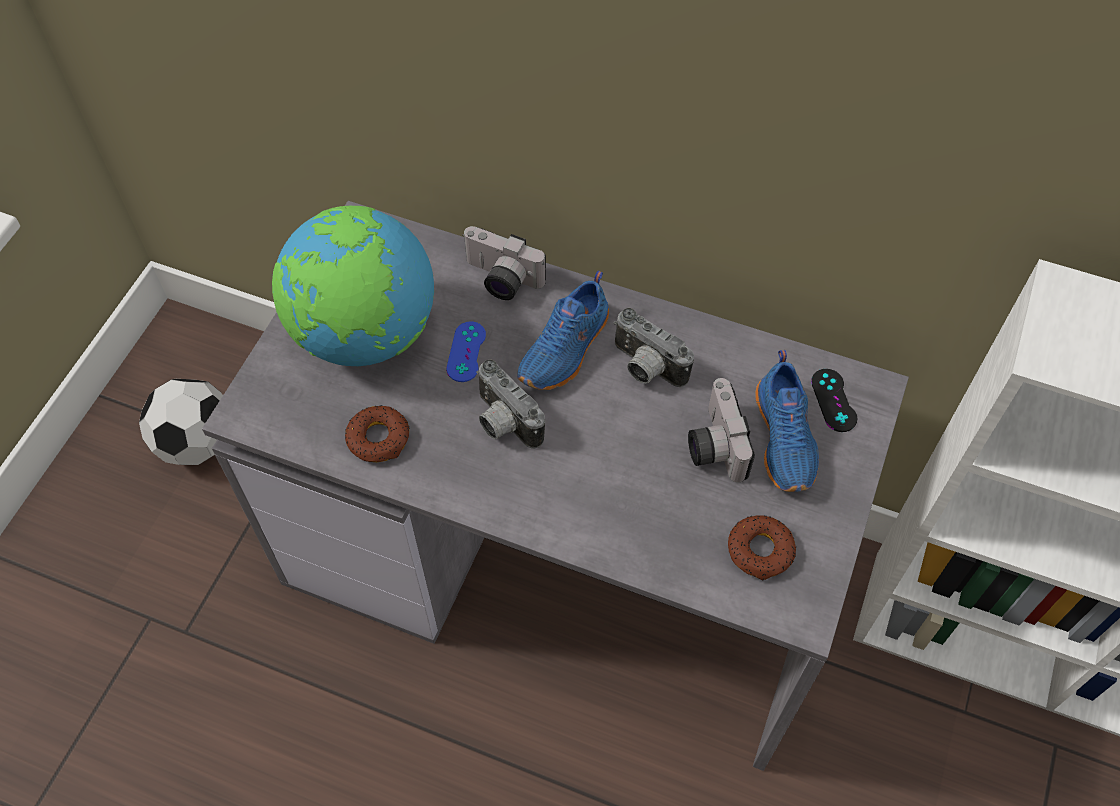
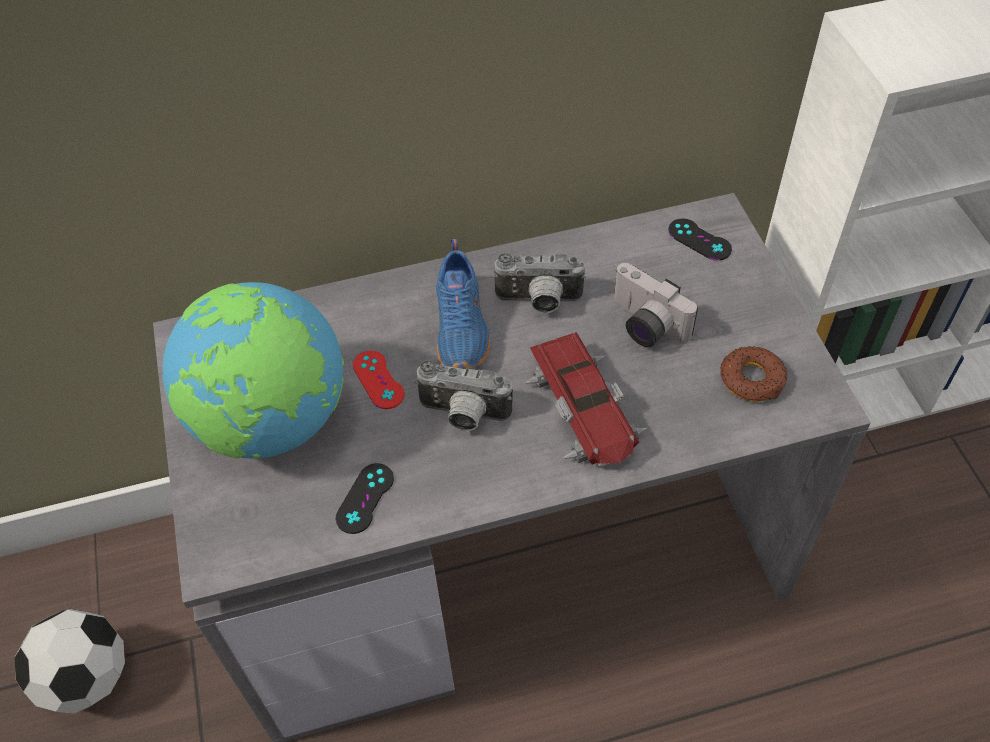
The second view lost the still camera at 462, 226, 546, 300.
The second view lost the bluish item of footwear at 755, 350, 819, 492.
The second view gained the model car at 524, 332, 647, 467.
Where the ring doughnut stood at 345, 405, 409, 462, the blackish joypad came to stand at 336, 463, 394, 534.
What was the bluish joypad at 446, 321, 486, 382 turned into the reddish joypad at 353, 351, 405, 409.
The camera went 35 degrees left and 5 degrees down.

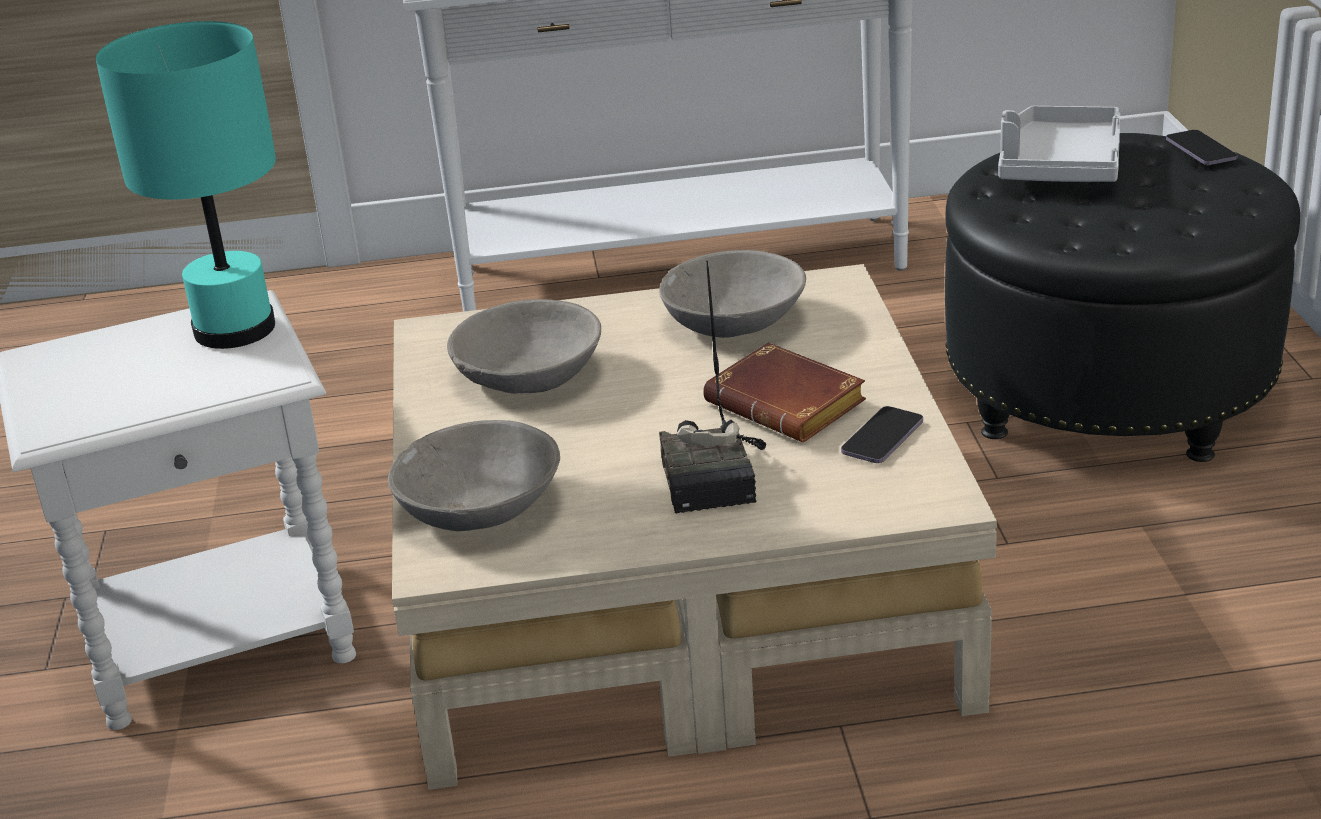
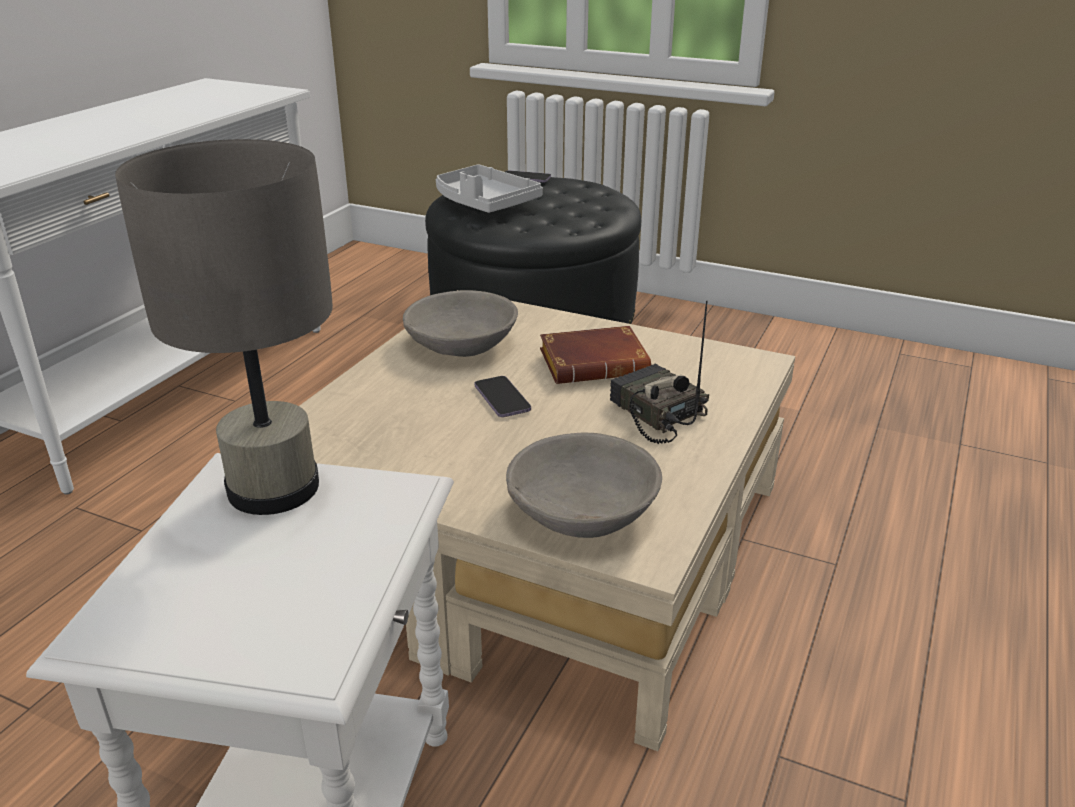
The second view lost the greyish serving bowl at 447, 299, 601, 394.
The telephone ended up elsewhere, having gone from 841, 406, 923, 463 to 475, 376, 531, 417.
What was the turquoise-coloured table lamp at 96, 21, 276, 349 turned into the greyish table lamp at 115, 139, 333, 515.
The radio receiver at 659, 260, 766, 514 ended up facing another way, 150 degrees counterclockwise from before.
The camera went 60 degrees left and 0 degrees up.

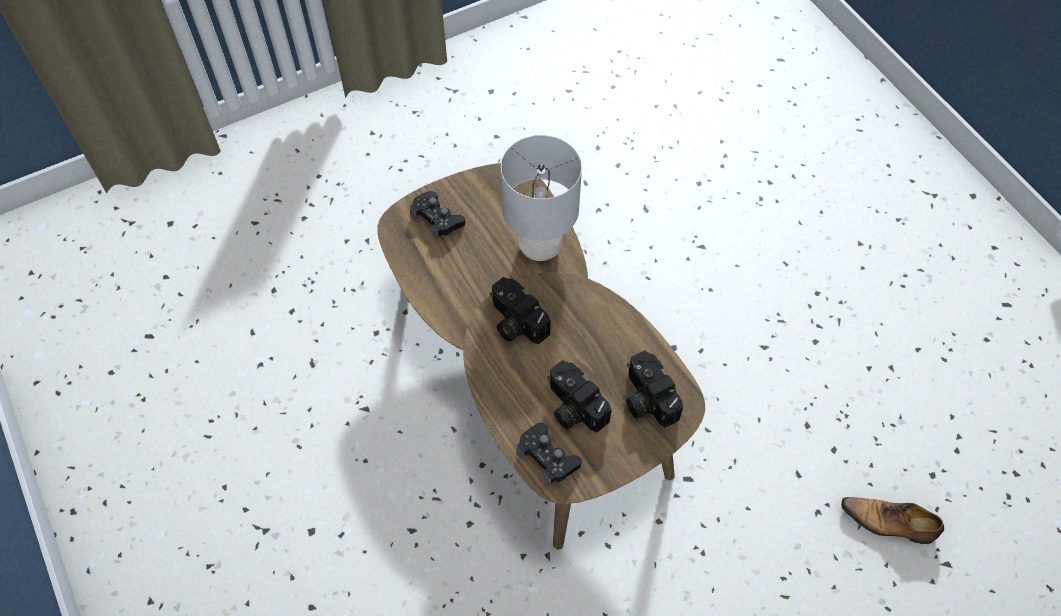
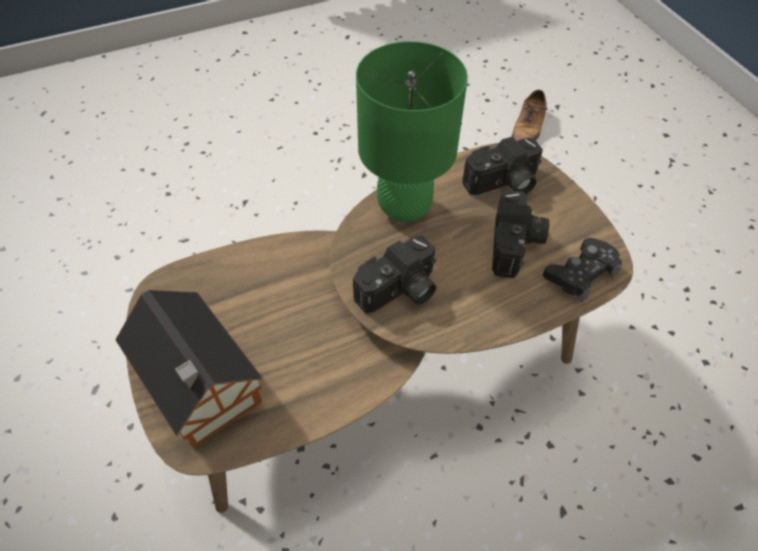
The second view lost the greyish table lamp at 501, 135, 582, 261.
The second view gained the green-coloured table lamp at 356, 41, 468, 222.
Where the blackish joypad stood at 410, 191, 465, 240, the toy house came to stand at 115, 290, 263, 448.
The still camera at 547, 360, 611, 432 ended up facing another way, 45 degrees counterclockwise from before.
The camera went 85 degrees left and 5 degrees down.

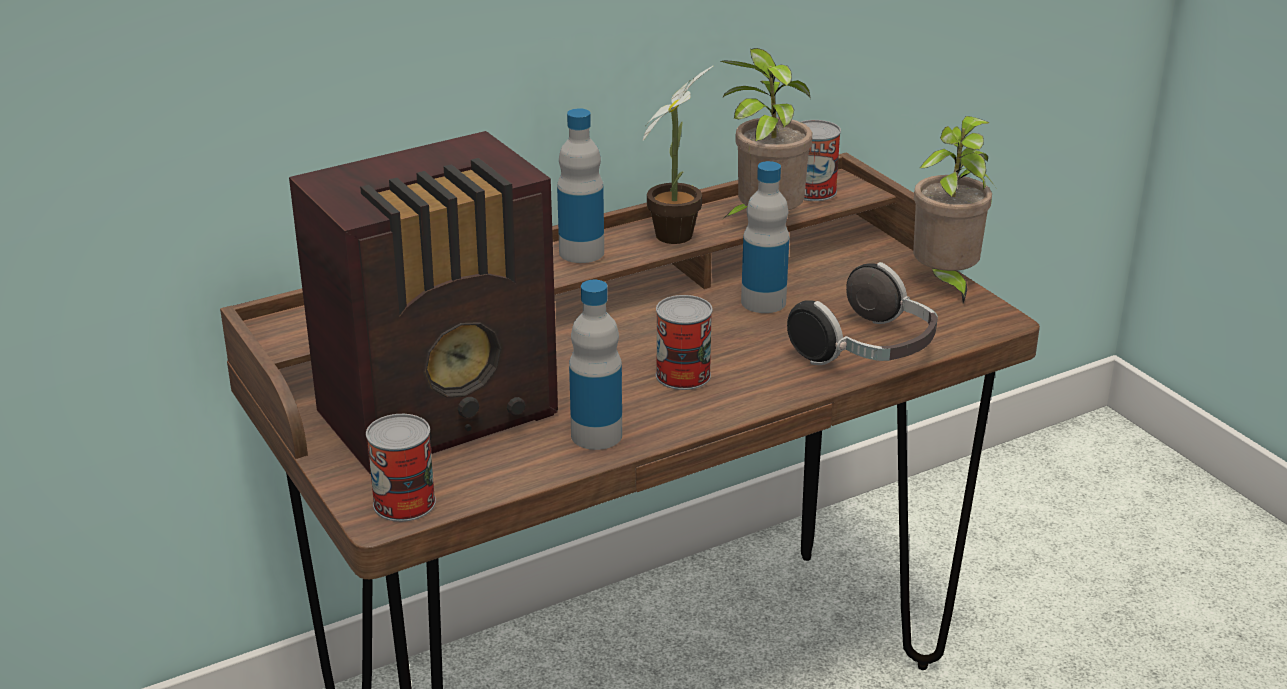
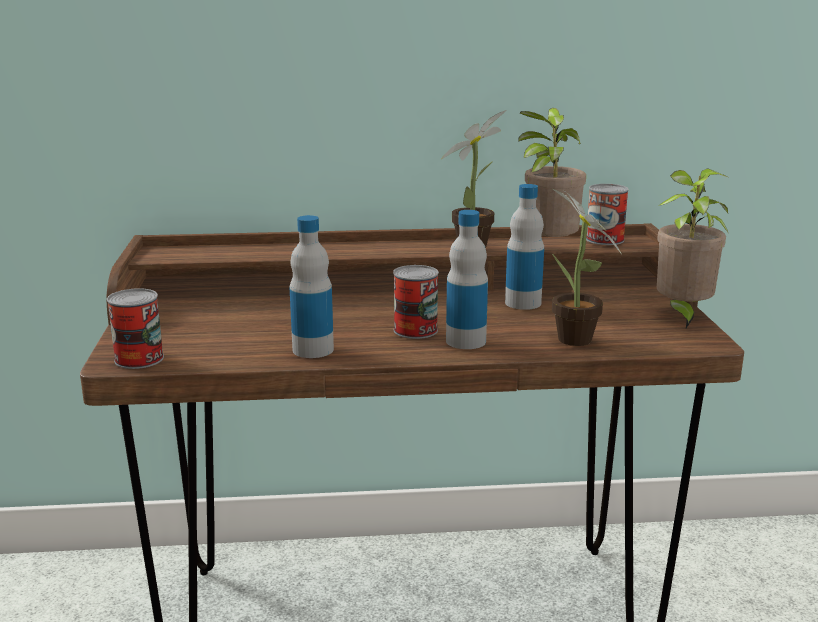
The second view lost the radio receiver at 289, 131, 558, 474.
The bottle ended up elsewhere, having gone from 557, 108, 604, 263 to 446, 210, 488, 349.
Where the headset stood at 787, 262, 938, 365, the plant in a pot came to stand at 552, 189, 622, 346.
The camera went 25 degrees right and 10 degrees down.

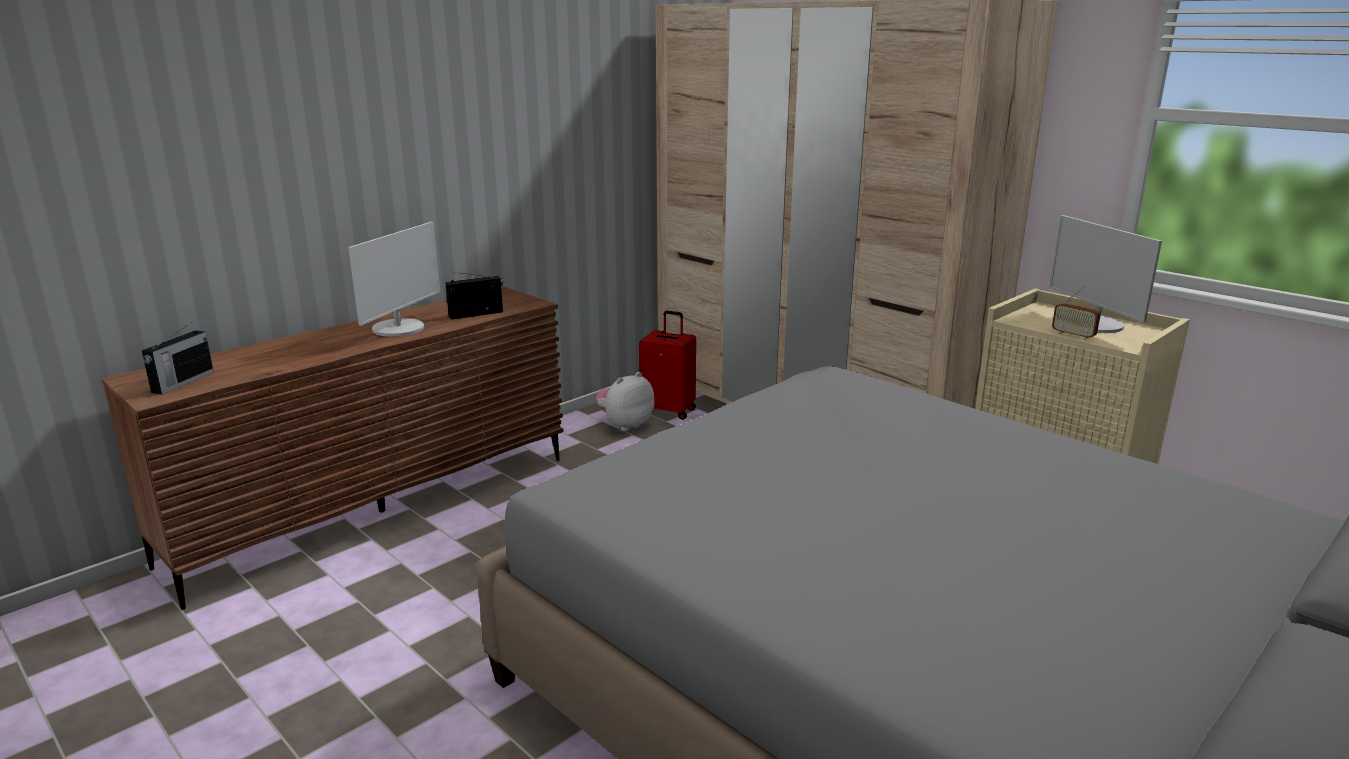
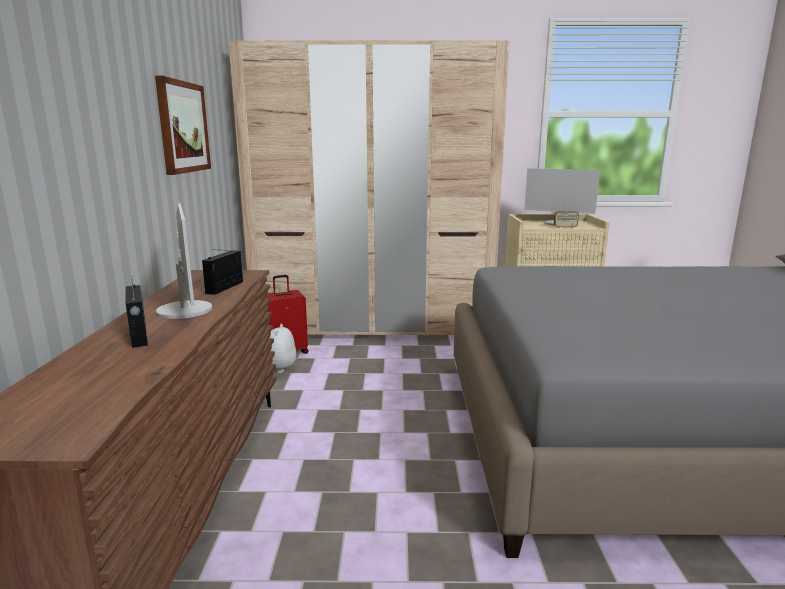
The second view gained the wall picture at 155, 75, 211, 175.
The radio receiver ended up elsewhere, having gone from 142, 322, 214, 395 to 126, 279, 148, 348.
The camera went 45 degrees left and 5 degrees down.

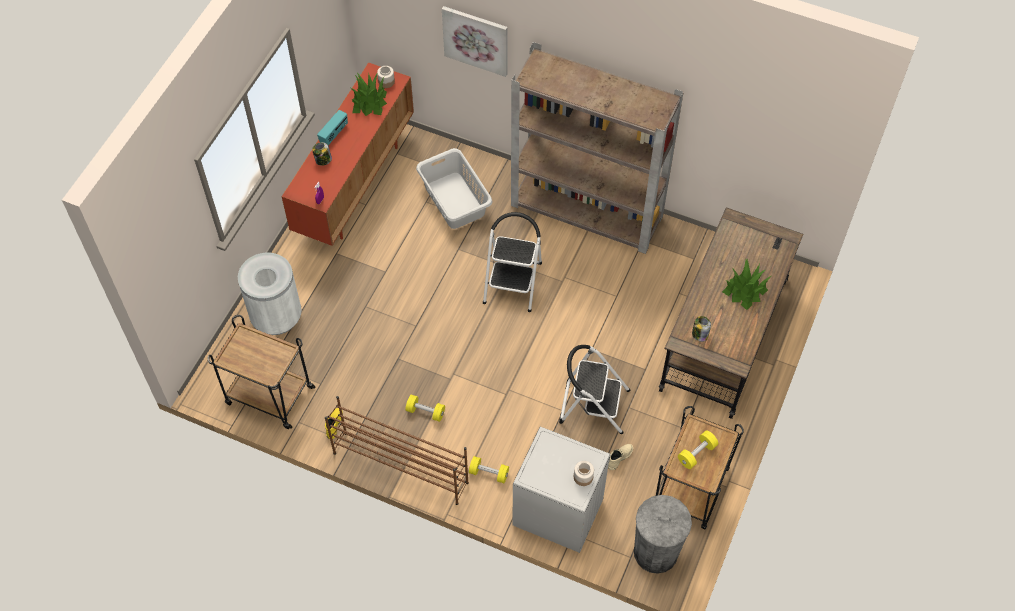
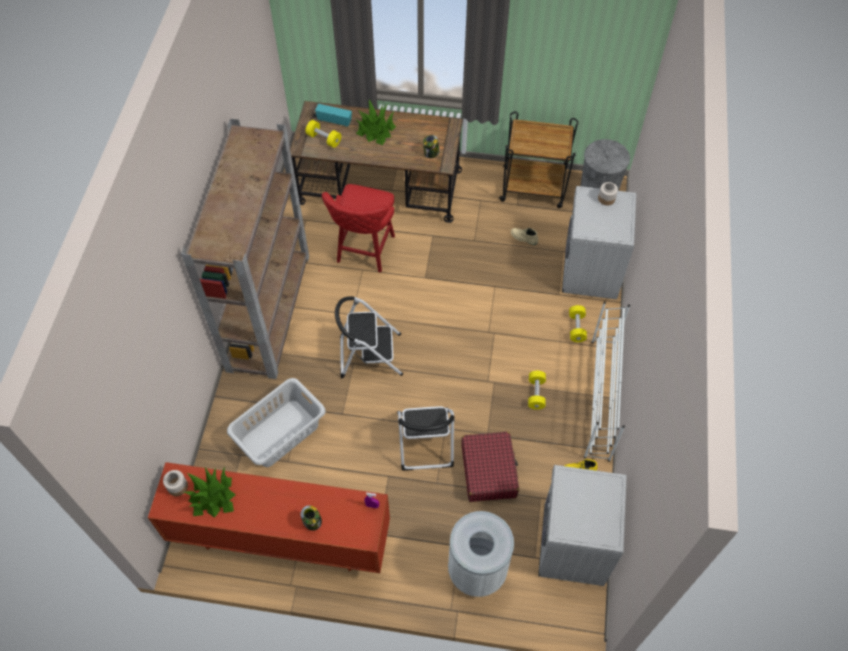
The second view lost the wall picture at 442, 6, 507, 77.
The second view gained the reddish stool at 322, 184, 395, 272.
The second view gained the reddish travel case at 462, 432, 519, 502.
The radio receiver ended up elsewhere, having gone from 317, 110, 348, 145 to 315, 104, 352, 127.
The stepladder ended up elsewhere, having gone from 559, 345, 630, 434 to 397, 406, 455, 471.
The yellow dumbbell ended up elsewhere, having gone from 678, 430, 718, 469 to 305, 120, 341, 148.
Where the brownish trolley stood at 207, 315, 315, 429, the white-coloured laundry machine came to stand at 538, 465, 627, 586.
What was the brownish shoe shelf at 325, 396, 469, 505 turned into the white-coloured shoe shelf at 584, 301, 630, 462.
The camera went 105 degrees left and 0 degrees up.

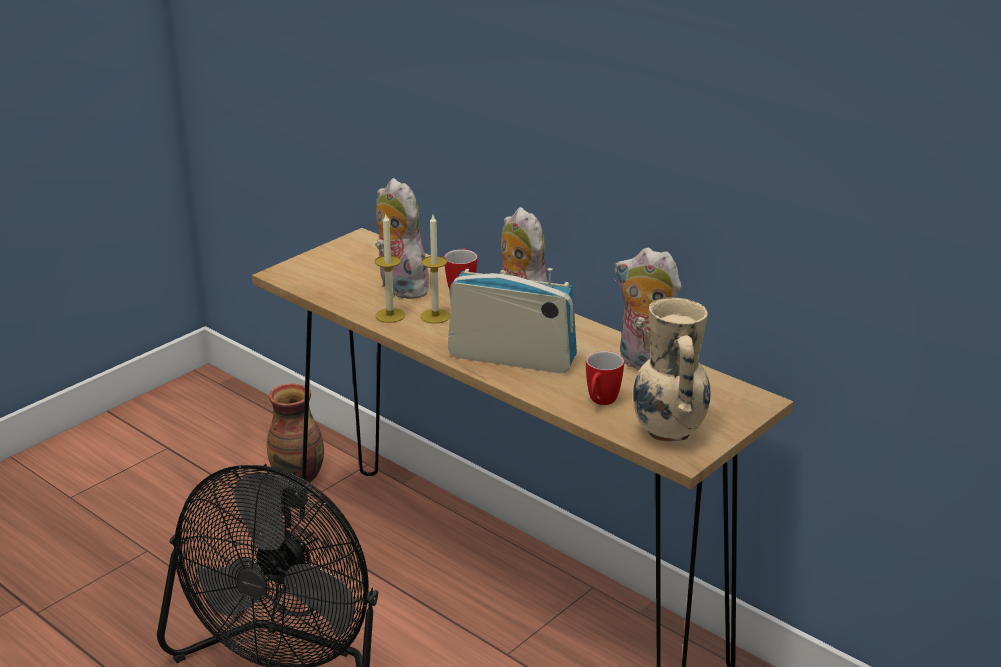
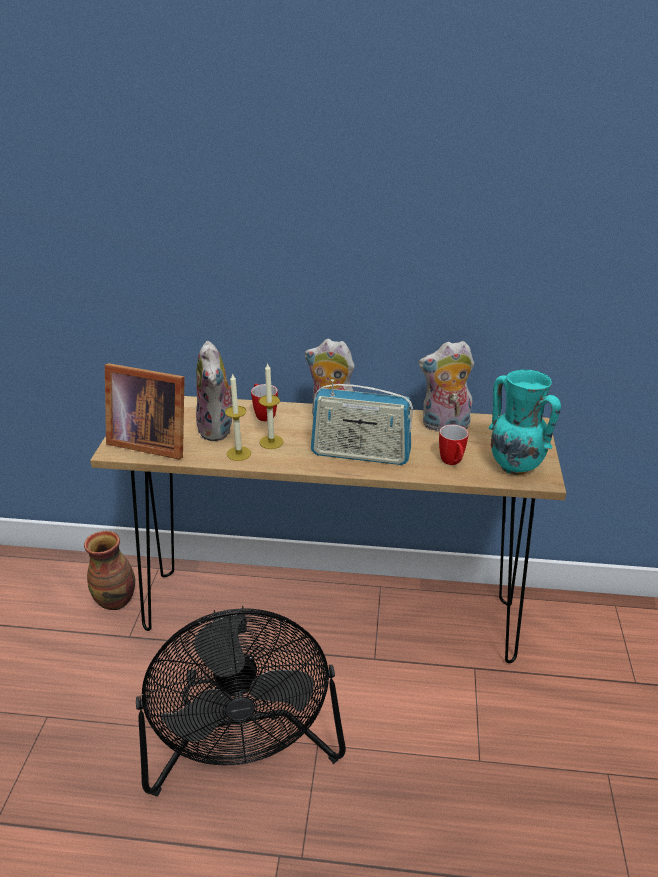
The second view gained the photo frame at 105, 363, 185, 460.
What was the sand-coloured flower vase at 633, 297, 710, 442 turned into the turquoise-coloured flower vase at 489, 369, 561, 475.
The plush toy at 375, 178, 429, 299 ended up facing another way, 120 degrees counterclockwise from before.
The radio receiver at 448, 268, 577, 373 ended up facing another way, 150 degrees counterclockwise from before.
The camera went 35 degrees left and 5 degrees up.

